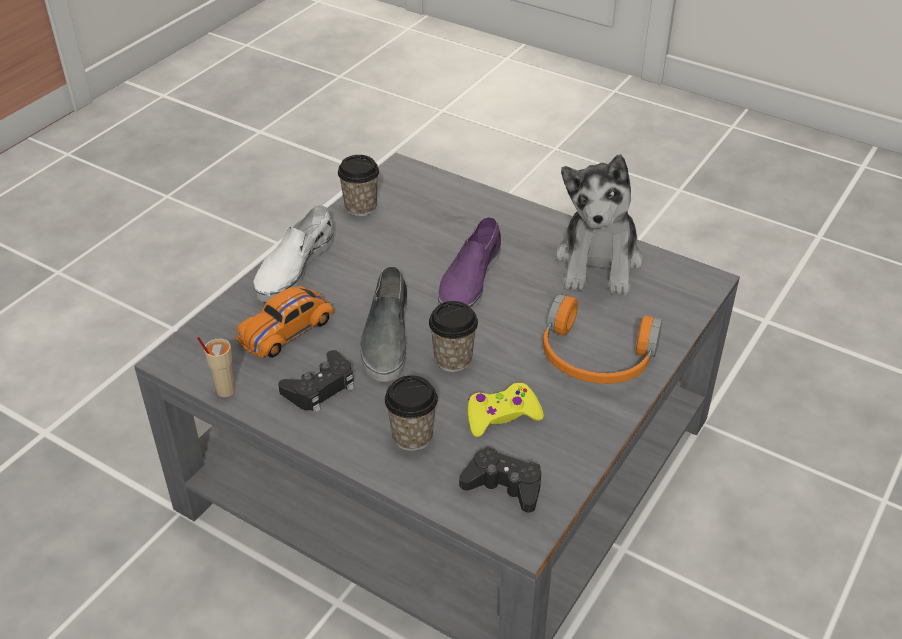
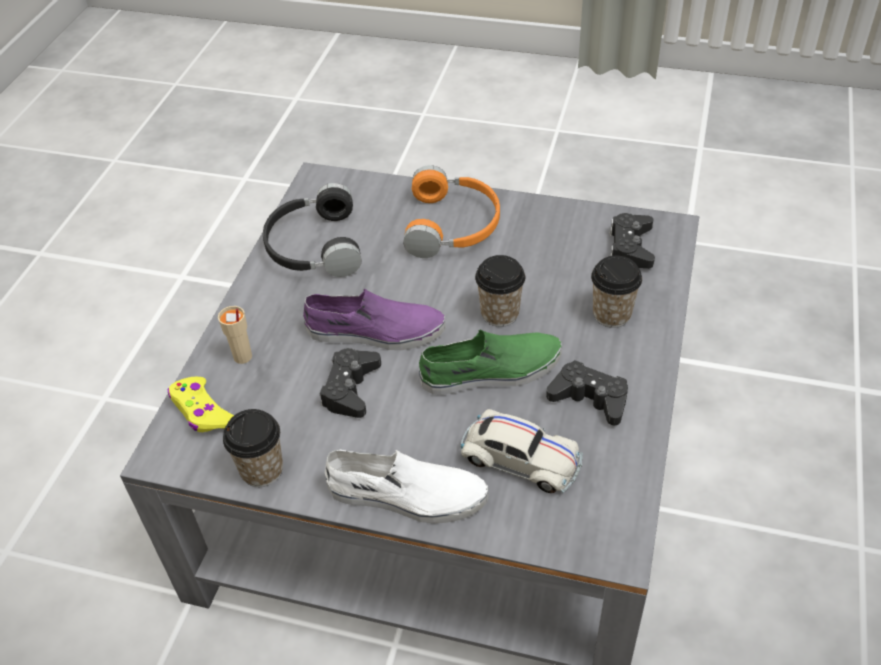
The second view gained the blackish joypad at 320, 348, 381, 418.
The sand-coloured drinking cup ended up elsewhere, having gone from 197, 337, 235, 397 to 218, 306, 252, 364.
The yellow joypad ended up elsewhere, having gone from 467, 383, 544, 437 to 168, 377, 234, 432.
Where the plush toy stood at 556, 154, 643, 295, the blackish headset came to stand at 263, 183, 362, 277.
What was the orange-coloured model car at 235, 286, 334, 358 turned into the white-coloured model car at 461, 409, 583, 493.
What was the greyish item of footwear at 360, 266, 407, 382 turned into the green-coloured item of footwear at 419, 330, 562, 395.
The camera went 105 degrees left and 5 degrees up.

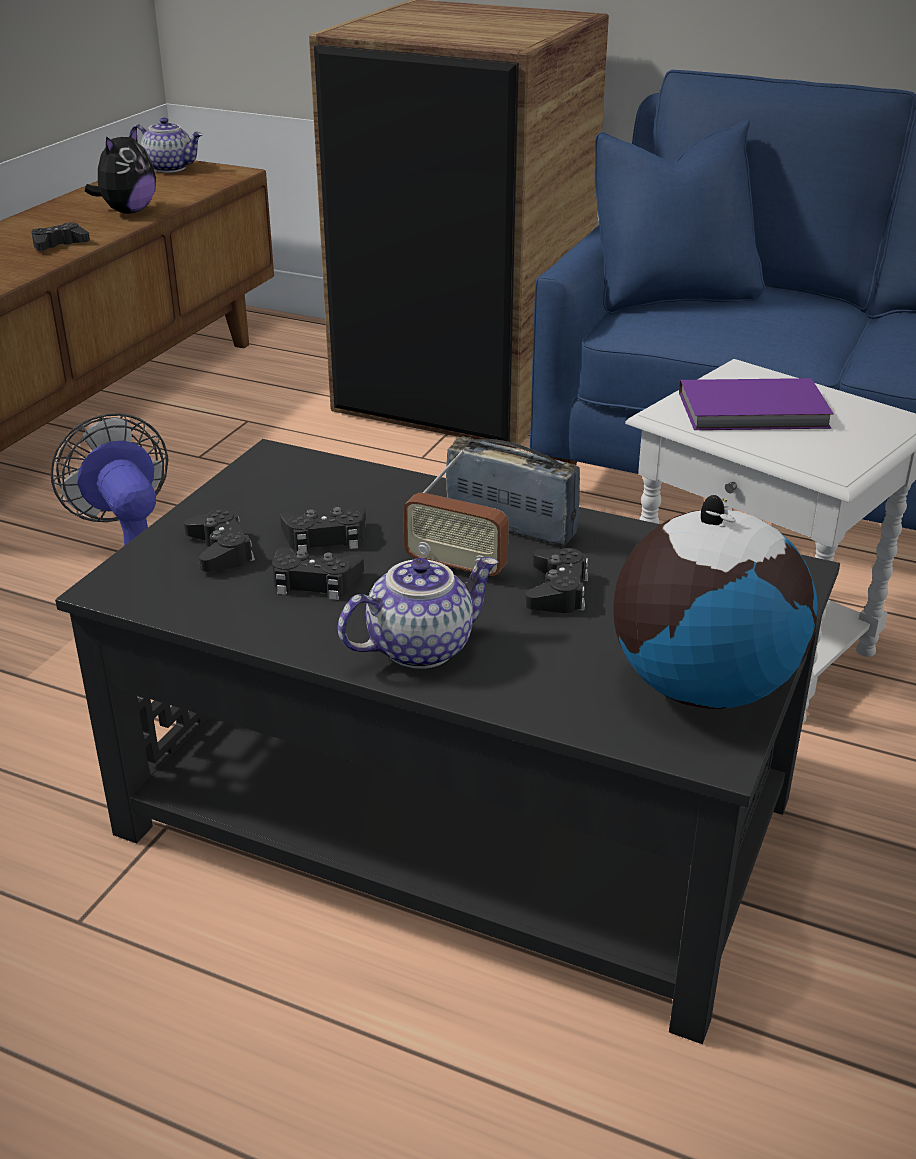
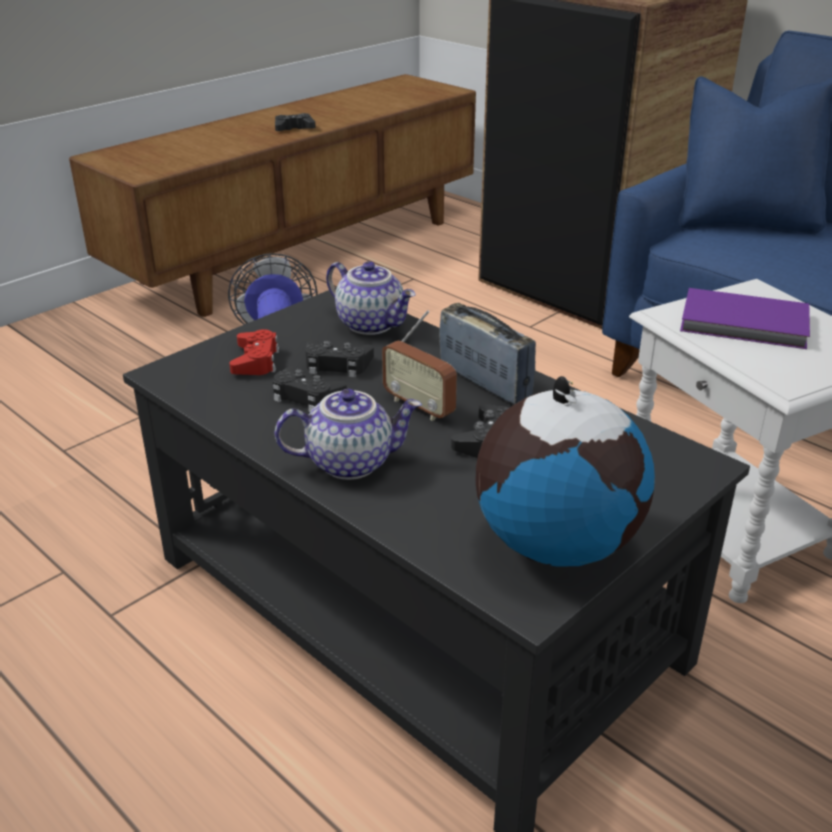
The second view lost the plush toy at 85, 126, 156, 214.
The tea pot ended up elsewhere, having gone from 129, 117, 203, 173 to 326, 261, 415, 335.
What was the blackish joypad at 184, 509, 255, 572 turned into the reddish joypad at 230, 329, 279, 375.
The camera went 20 degrees right and 0 degrees up.

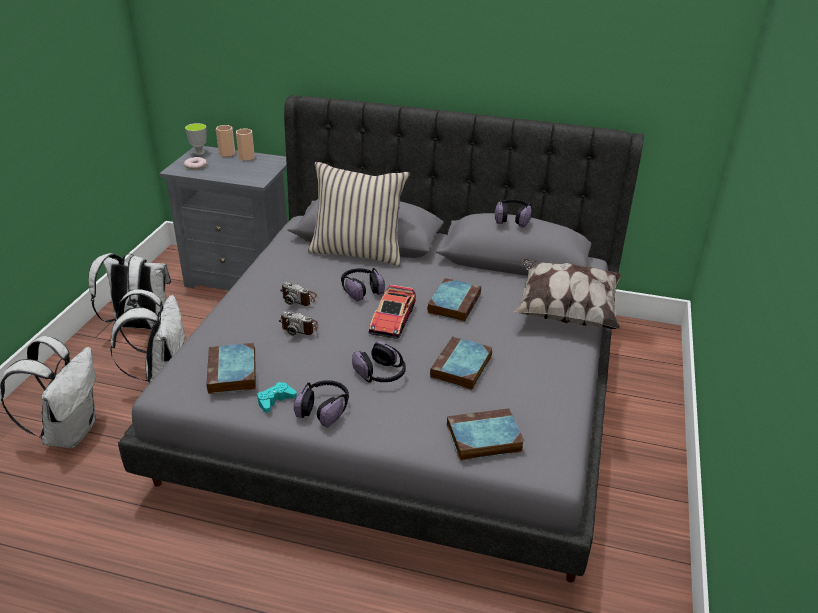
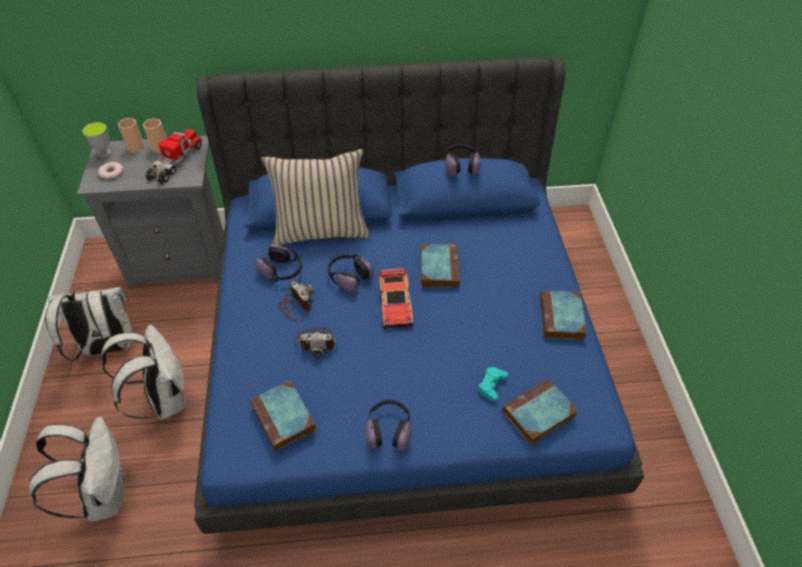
The second view lost the throw pillow at 513, 259, 621, 329.
The second view gained the toy lorry at 145, 129, 203, 185.
The turquoise-coloured joypad ended up elsewhere, having gone from 257, 382, 297, 413 to 477, 367, 508, 401.
The headset ended up elsewhere, having gone from 352, 340, 406, 383 to 255, 243, 302, 282.
The bound book ended up elsewhere, having gone from 430, 336, 493, 390 to 540, 290, 587, 340.
What was the greyish sleeping bed at 118, 95, 644, 582 turned into the bluish sleeping bed at 194, 57, 644, 534.
The still camera at 280, 282, 317, 306 ended up facing another way, 135 degrees counterclockwise from before.
The camera went 20 degrees left and 15 degrees up.

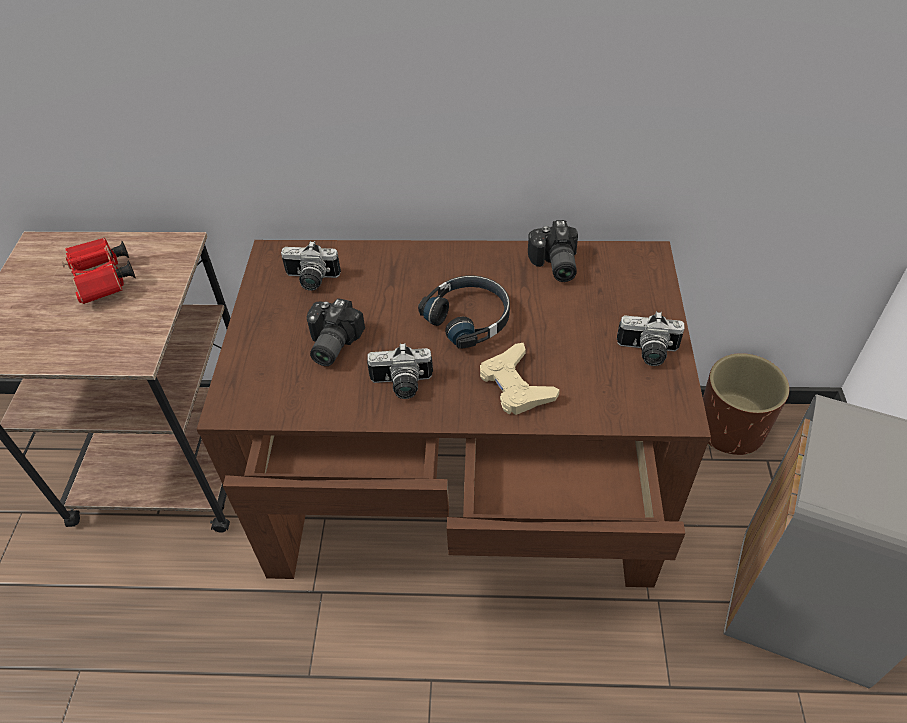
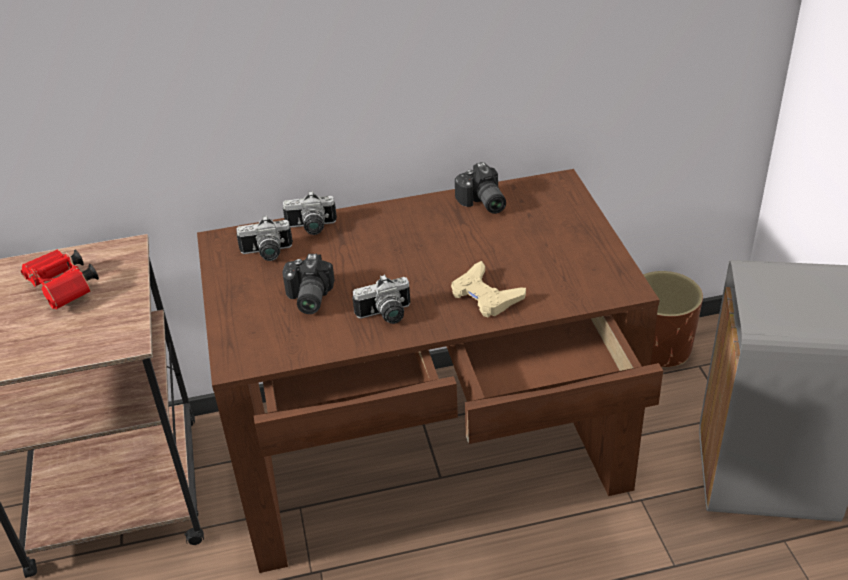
The second view lost the blackish headset at 418, 275, 510, 349.
The still camera ended up elsewhere, having gone from 617, 311, 685, 366 to 283, 191, 337, 235.
The camera went 15 degrees left and 10 degrees down.

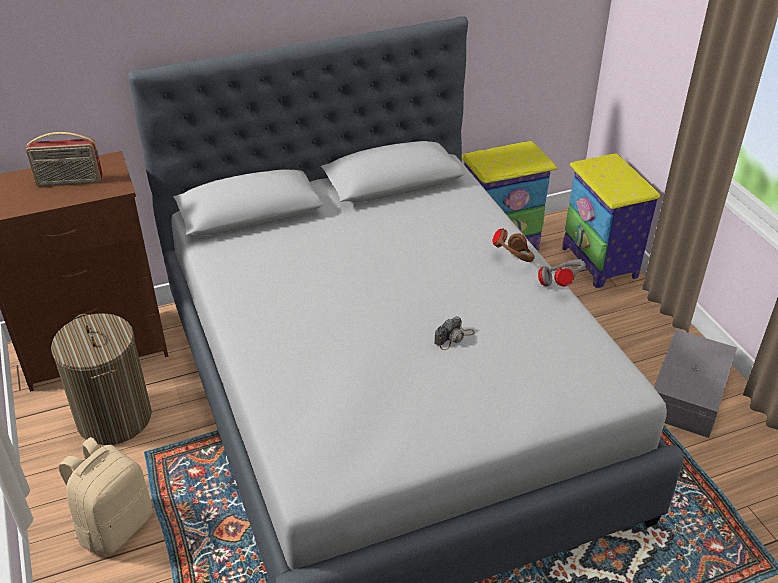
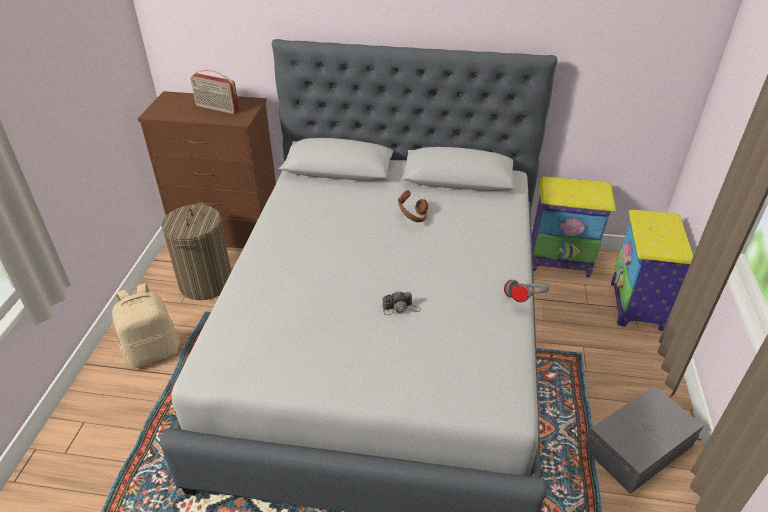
The brownish headset ended up elsewhere, having gone from 492, 228, 535, 262 to 398, 190, 428, 222.
The camera went 30 degrees right and 0 degrees up.

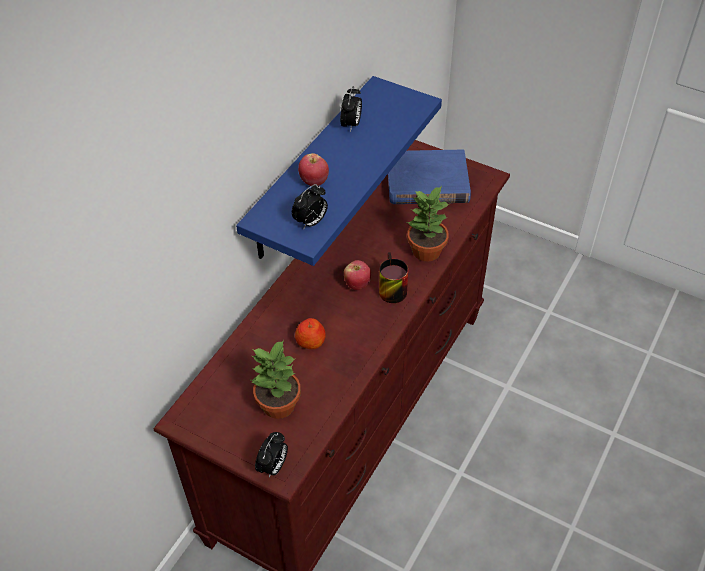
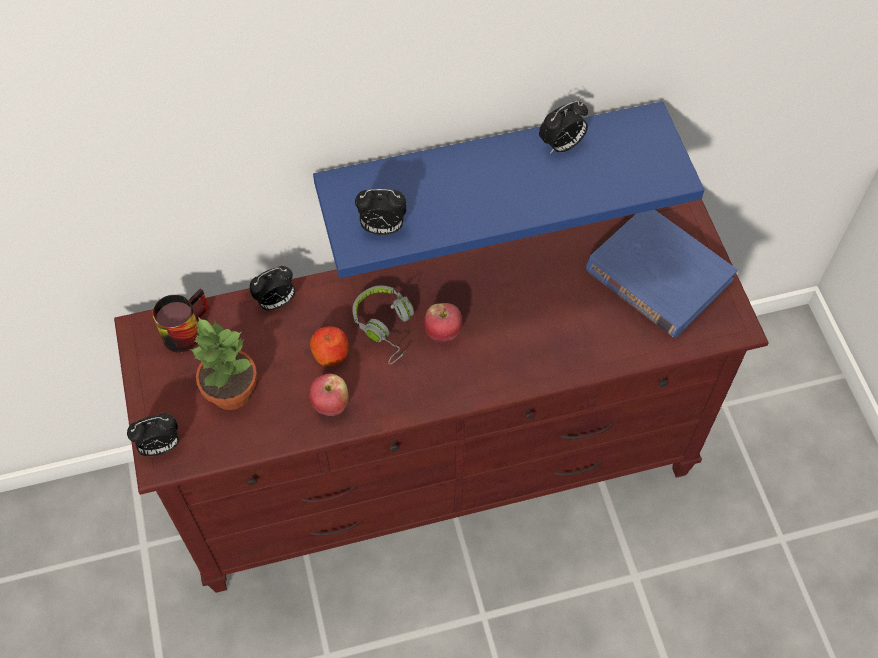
The second view lost the plant in a pot at 407, 186, 449, 261.
The second view gained the bedside clock at 250, 266, 295, 310.
The second view gained the greyish headset at 352, 286, 414, 364.
The apple ended up elsewhere, having gone from 298, 153, 329, 186 to 309, 374, 349, 416.
The coffee mug ended up elsewhere, having gone from 379, 252, 408, 303 to 152, 288, 209, 353.
The camera went 45 degrees right and 10 degrees up.

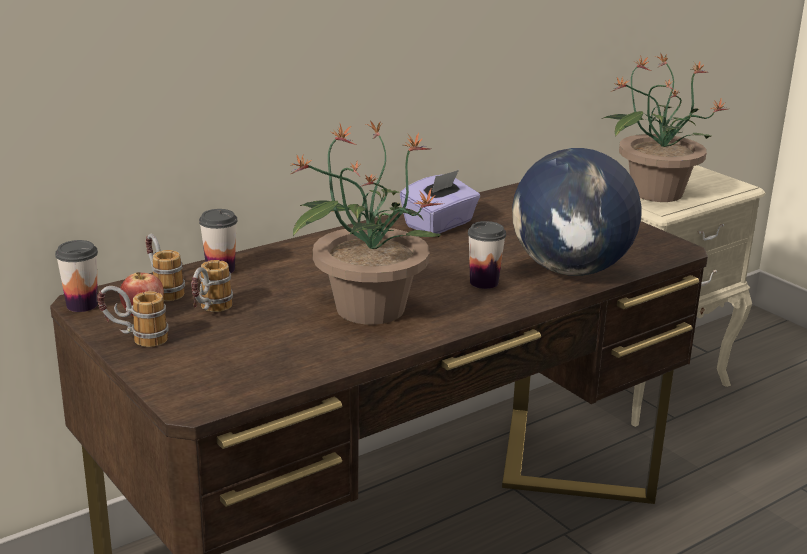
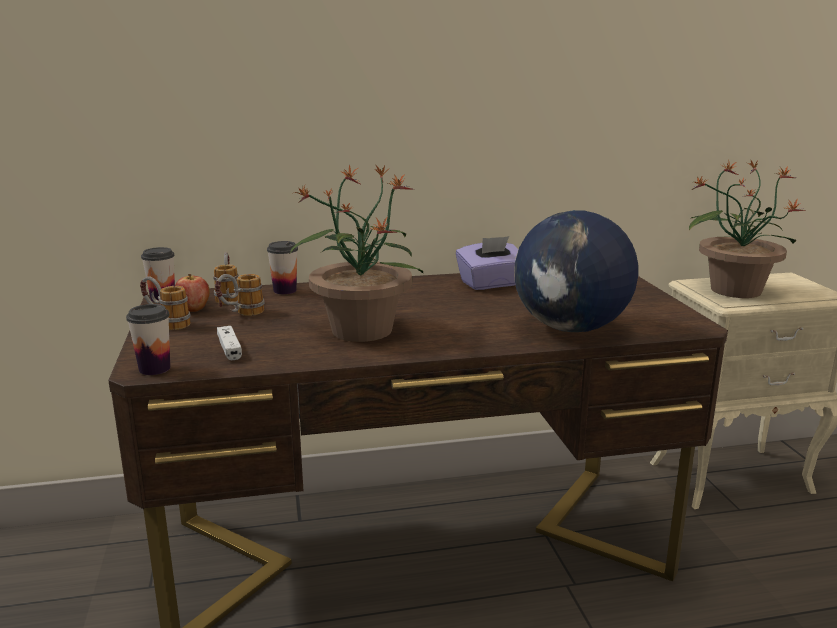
The second view gained the white-coloured joypad at 217, 326, 242, 360.
The drinking cup ended up elsewhere, having gone from 468, 221, 506, 289 to 126, 304, 170, 375.
The camera went 25 degrees right and 5 degrees down.

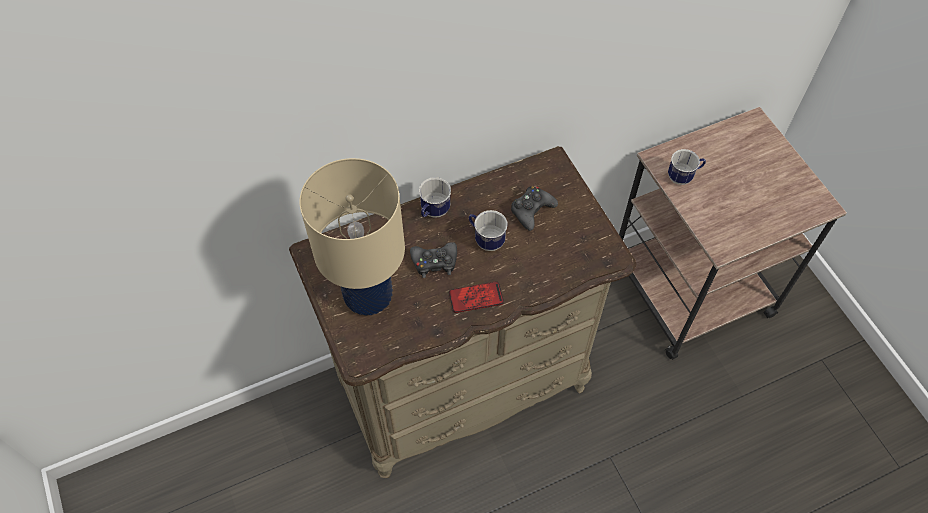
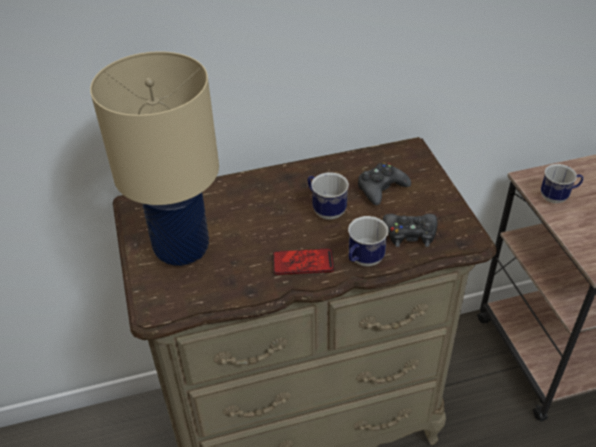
The blackish joypad ended up elsewhere, having gone from 410, 242, 457, 278 to 383, 214, 437, 247.
The coffee mug ended up elsewhere, having gone from 419, 177, 451, 218 to 348, 216, 388, 266.
The camera went 10 degrees right and 15 degrees down.

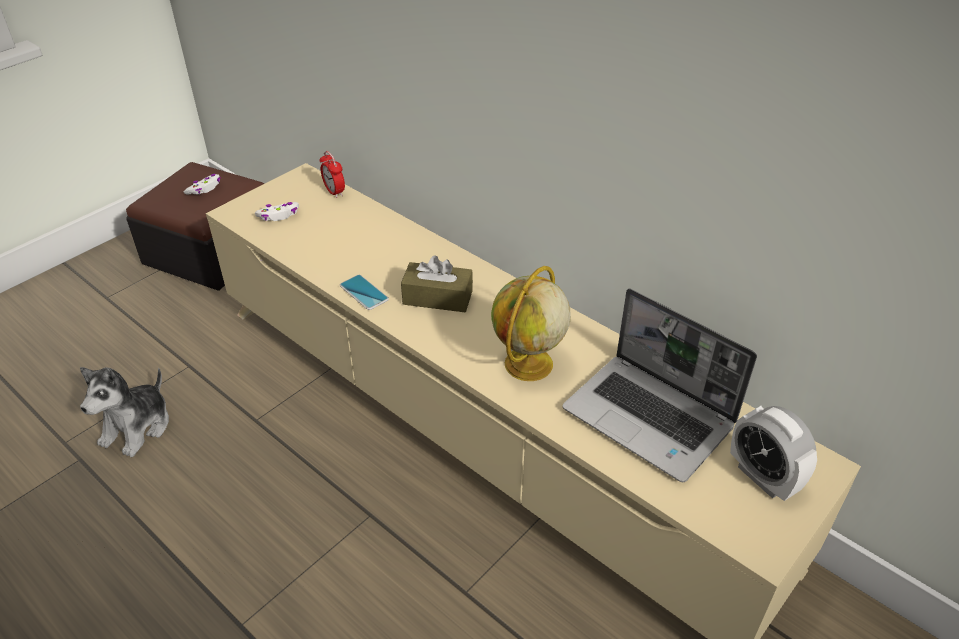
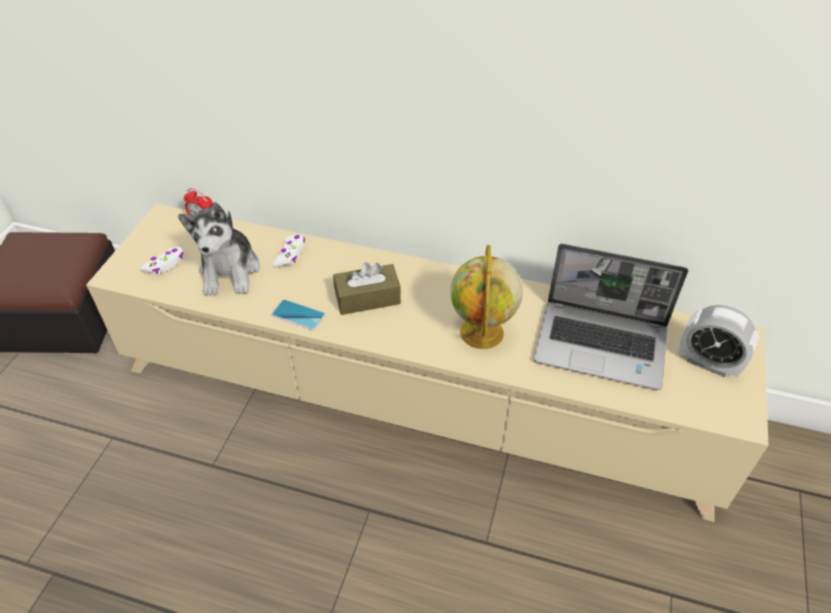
The plush toy ended up elsewhere, having gone from 80, 367, 169, 457 to 178, 202, 260, 296.
The white-coloured joypad ended up elsewhere, having gone from 184, 174, 221, 195 to 272, 235, 305, 268.
The camera went 25 degrees left and 5 degrees up.

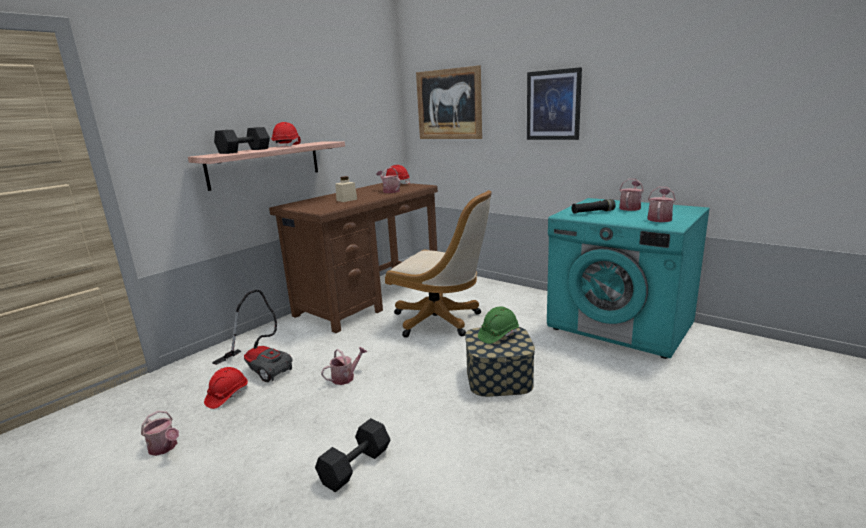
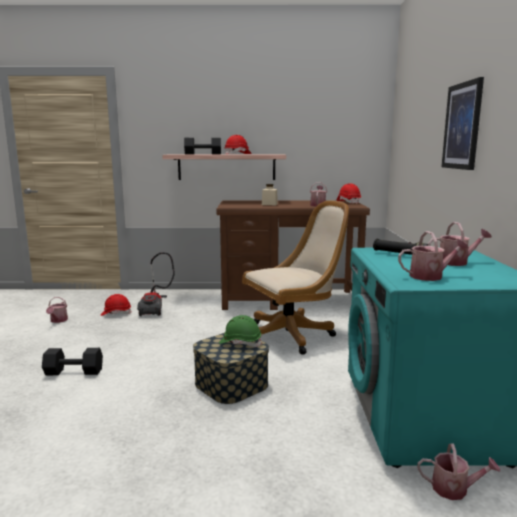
The second view lost the wall picture at 416, 65, 482, 139.
The watering pot ended up elsewhere, having gone from 321, 347, 367, 385 to 418, 443, 500, 500.
The office chair at 385, 190, 492, 338 ended up facing another way, 105 degrees counterclockwise from before.
The camera went 50 degrees right and 5 degrees down.

